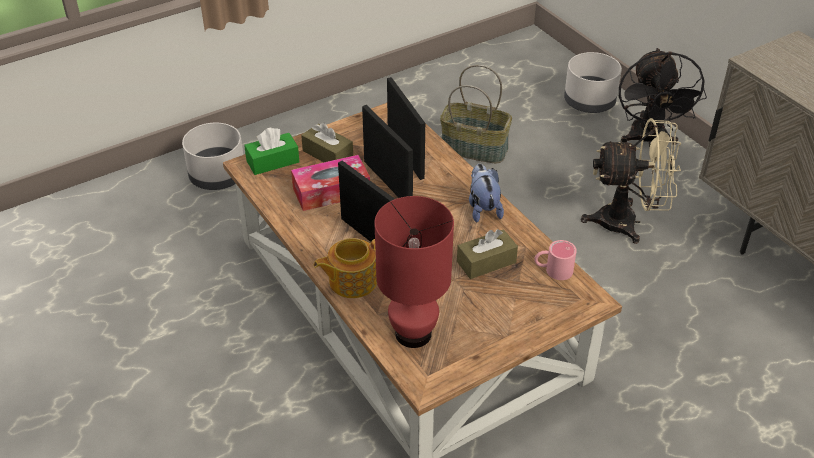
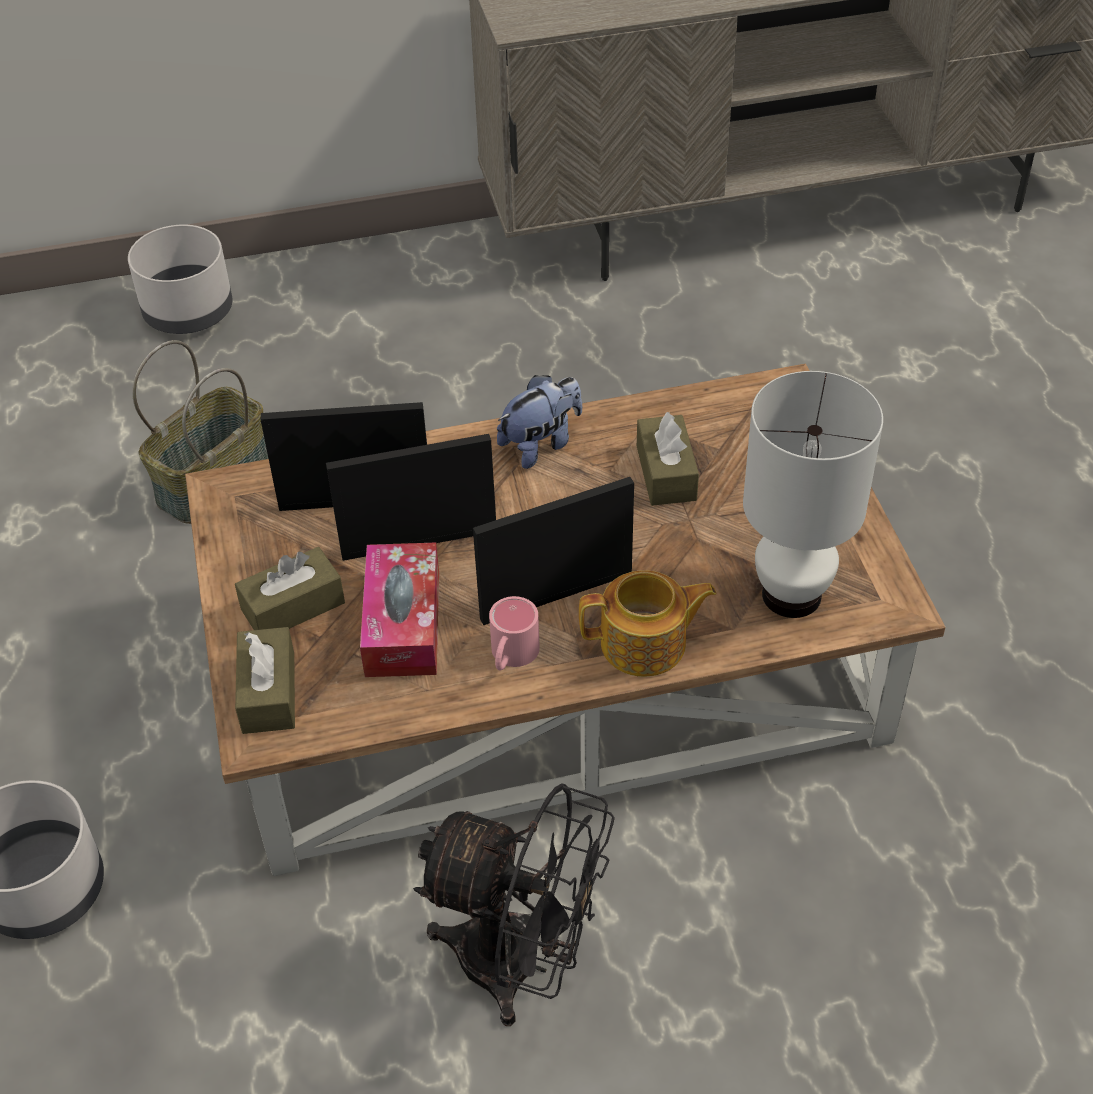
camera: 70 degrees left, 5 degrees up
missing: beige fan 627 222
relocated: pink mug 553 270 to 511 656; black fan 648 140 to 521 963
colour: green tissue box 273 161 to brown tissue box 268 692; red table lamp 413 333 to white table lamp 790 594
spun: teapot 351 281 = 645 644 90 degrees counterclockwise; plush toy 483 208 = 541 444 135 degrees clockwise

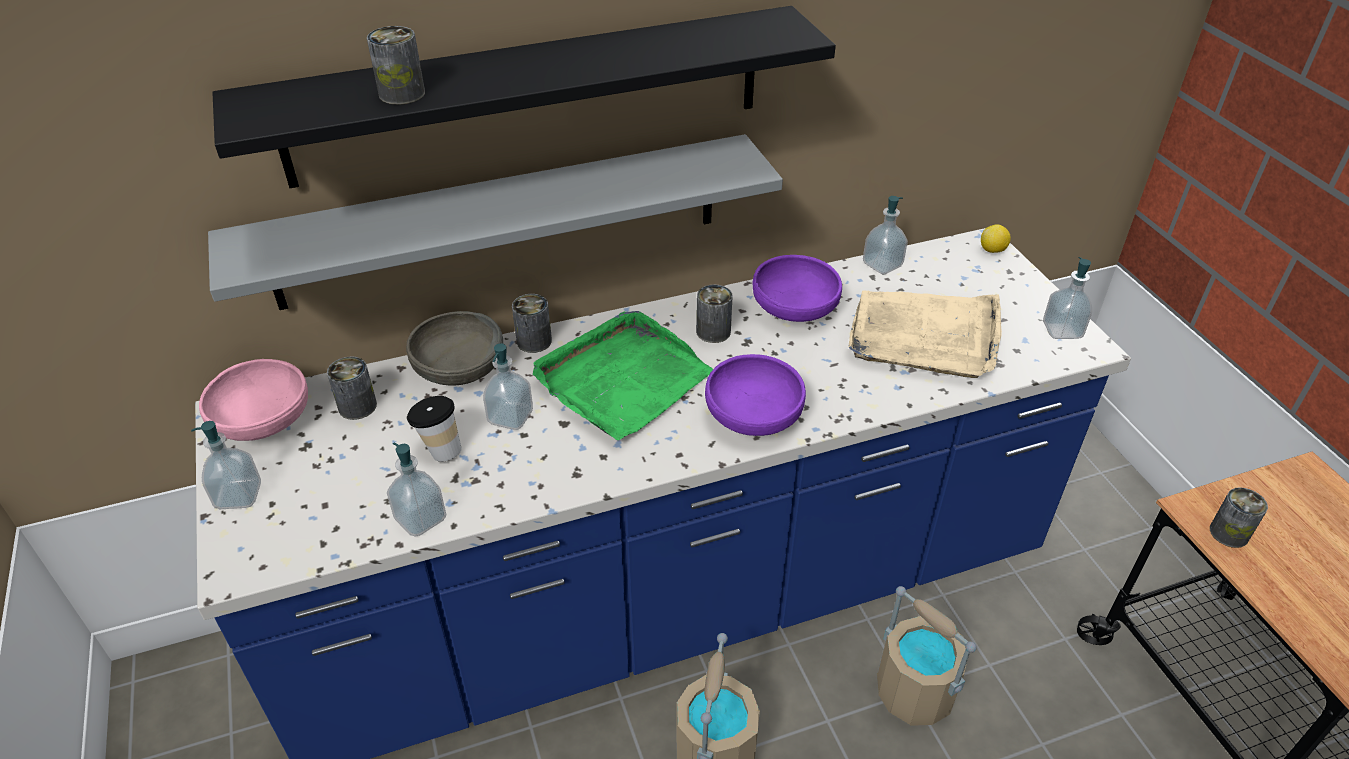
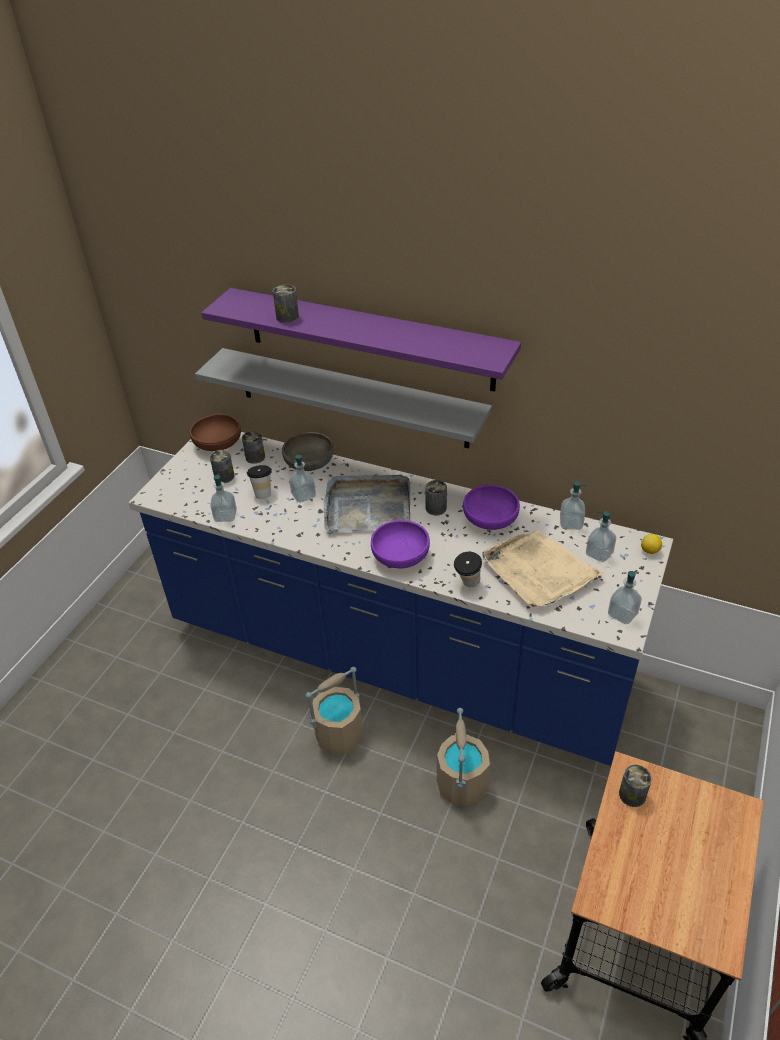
camera: 45 degrees right, 0 degrees up
appeared: cup 467 584
relocated: soap dispenser 238 496 to 599 554; can 534 341 to 224 476
colour: pink bowl 264 421 to brown bowl 218 444; black shelf 528 96 to purple shelf 368 339; green tray 622 379 to grey tray 367 506

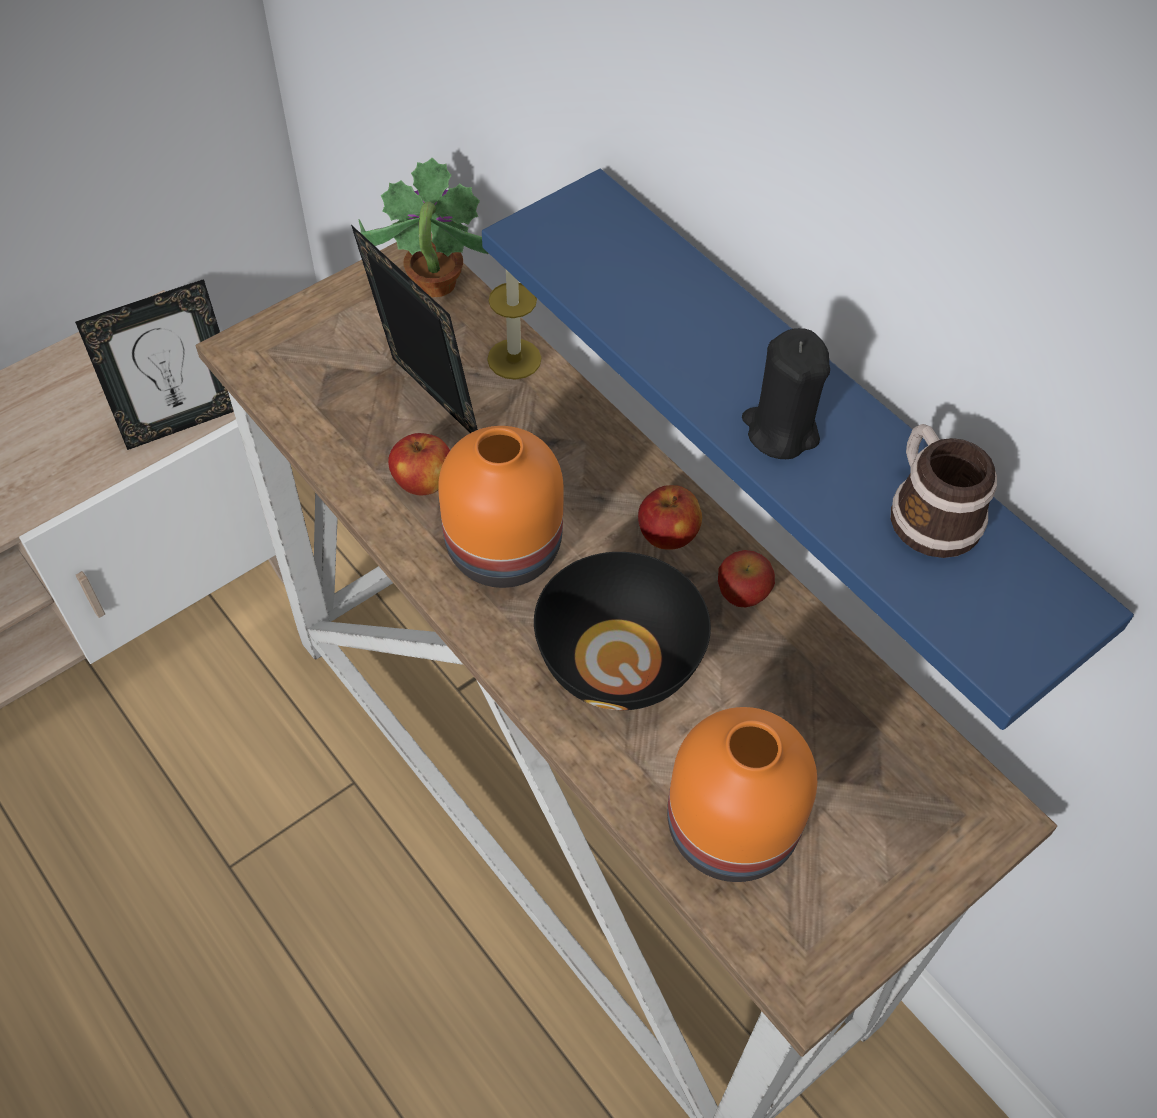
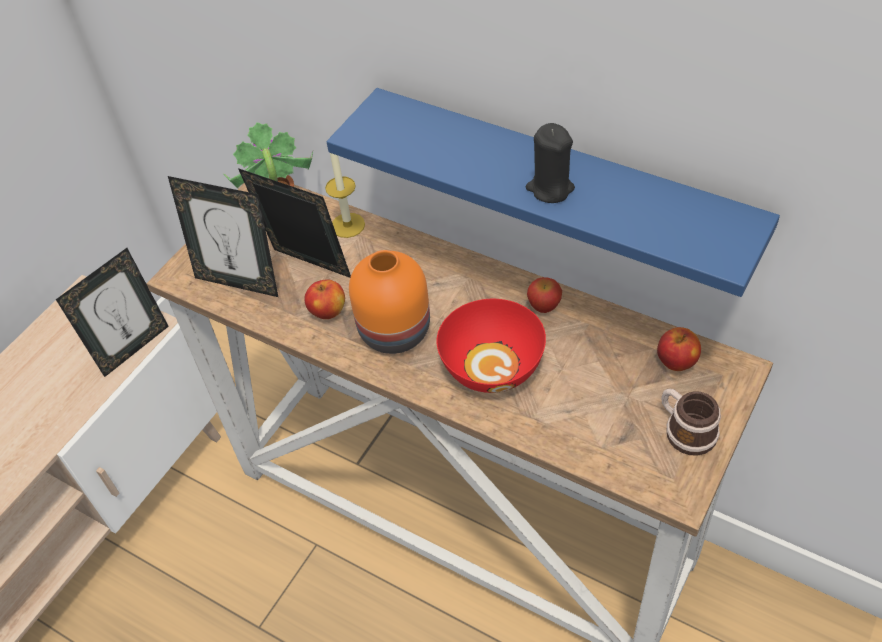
camera: 15 degrees left, 5 degrees down
missing: orange vase 729 825
appeared: picture frame 239 281
relocated: apple 667 535 to 676 361; mug 928 511 to 685 430
colour: black bowl 620 659 to red bowl 492 365

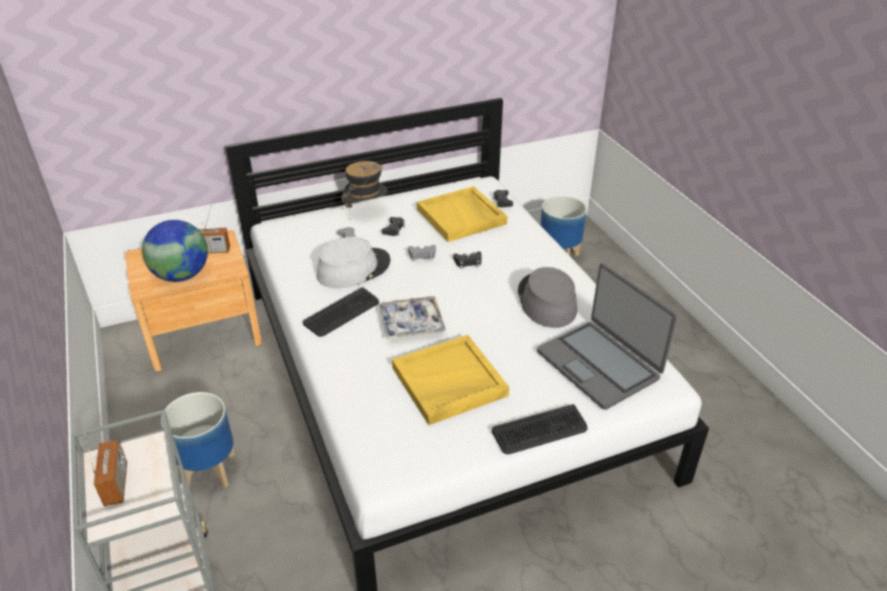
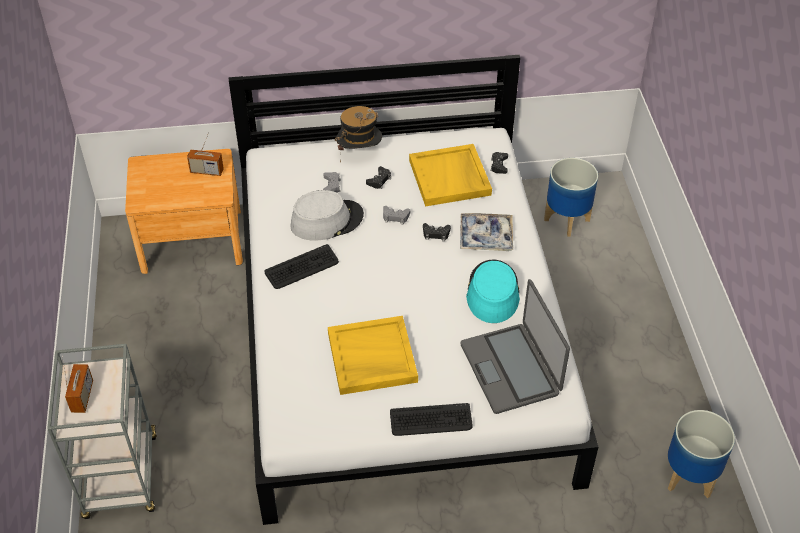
camera: 15 degrees right, 10 degrees up
missing: globe 181 275
relocated: planter 209 471 to 689 477; tray 411 323 to 485 237
colour: grey hat 546 301 to turquoise hat 492 292

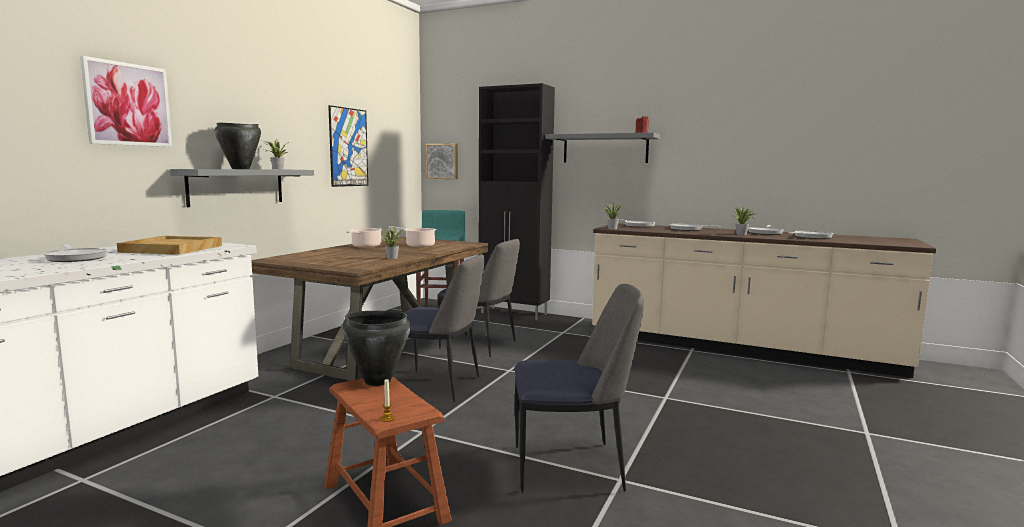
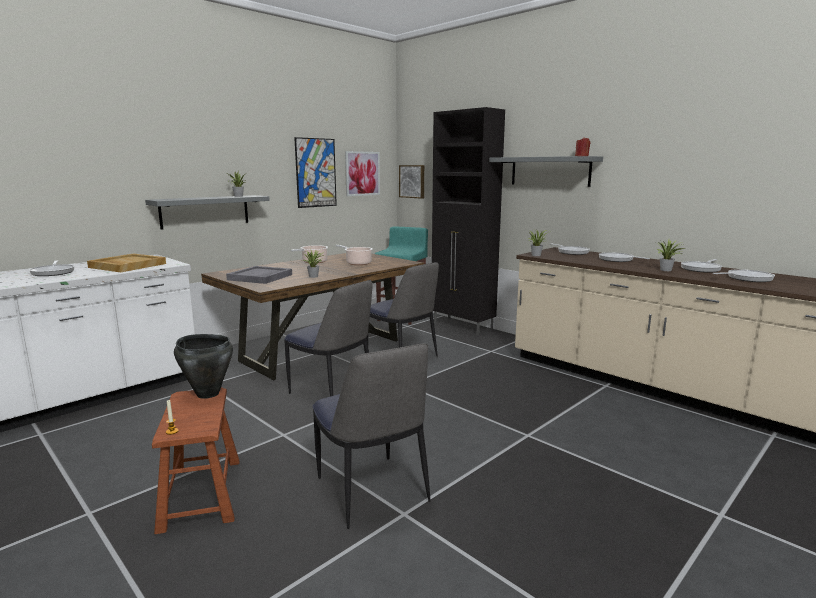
camera: 20 degrees right, 5 degrees up
missing: black cooking pot 241 169
appeared: grey tray 260 277
relocated: picture 128 104 to 362 173
spun: chair 571 467 = 372 492 45 degrees clockwise

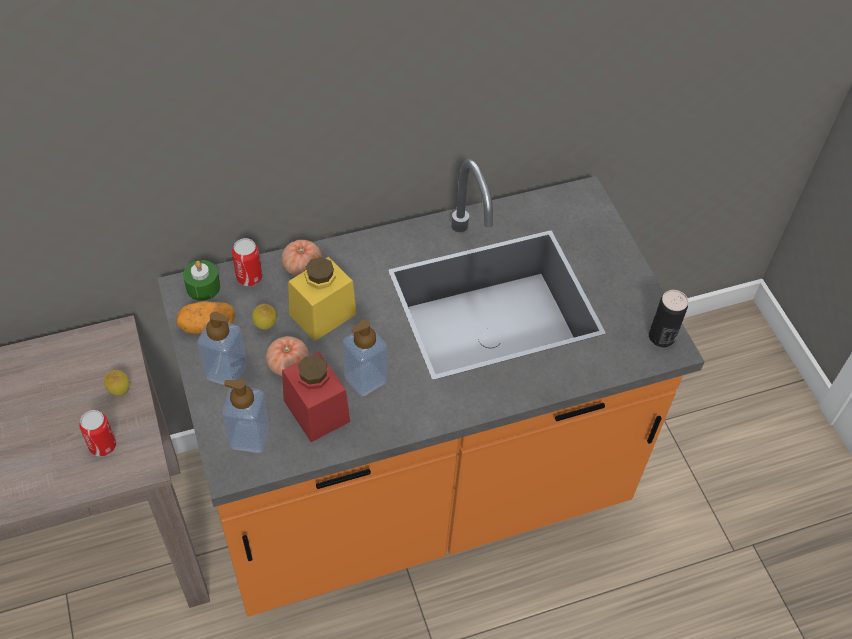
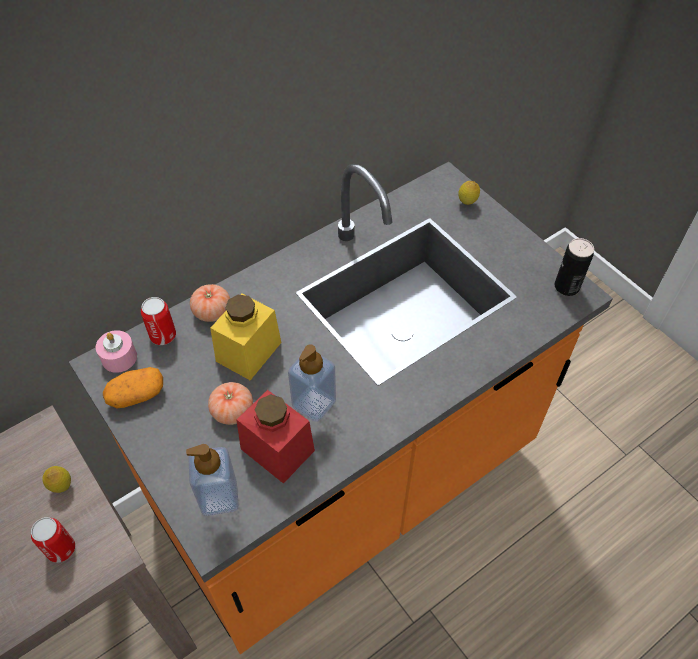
camera: 15 degrees left, 0 degrees up
missing: soap dispenser 226 371
relocated: lemon 266 327 to 467 203
colour: green candle 203 287 to pink candle 119 357

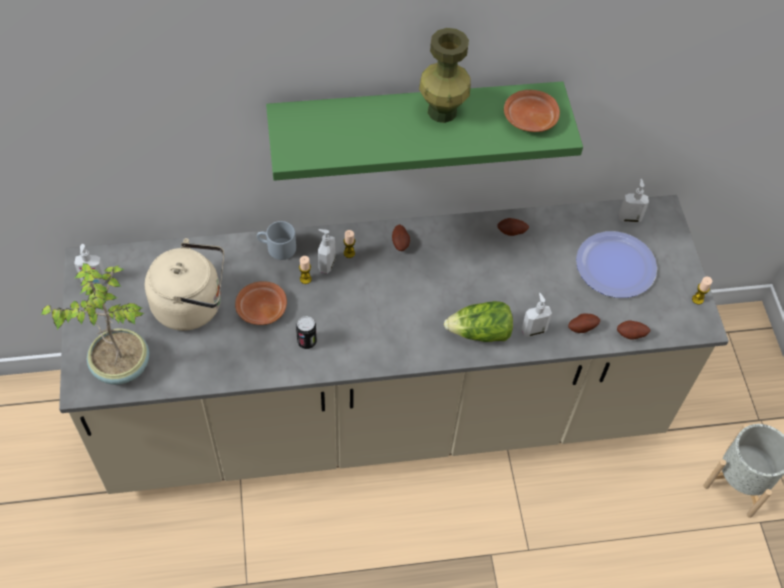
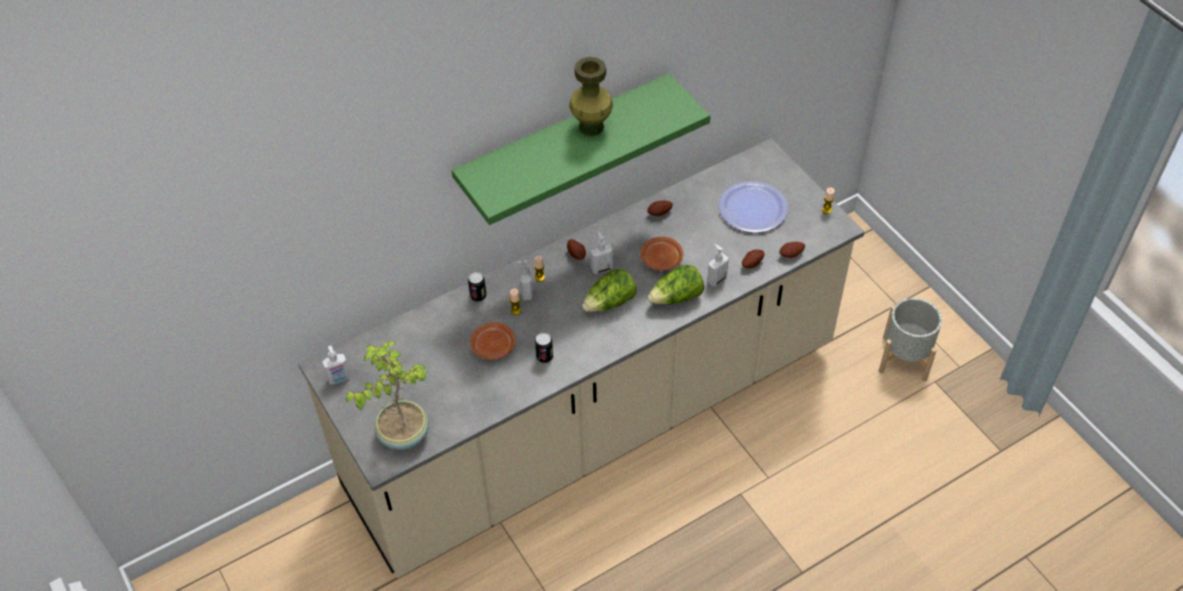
camera: 20 degrees left, 5 degrees down
missing: beige kettle 192 305
appeared: lettuce 610 303
relocated: brown plate 529 119 to 661 259; soap dispenser 629 218 to 601 268
exchanged: grey mug 276 248 to can 478 296

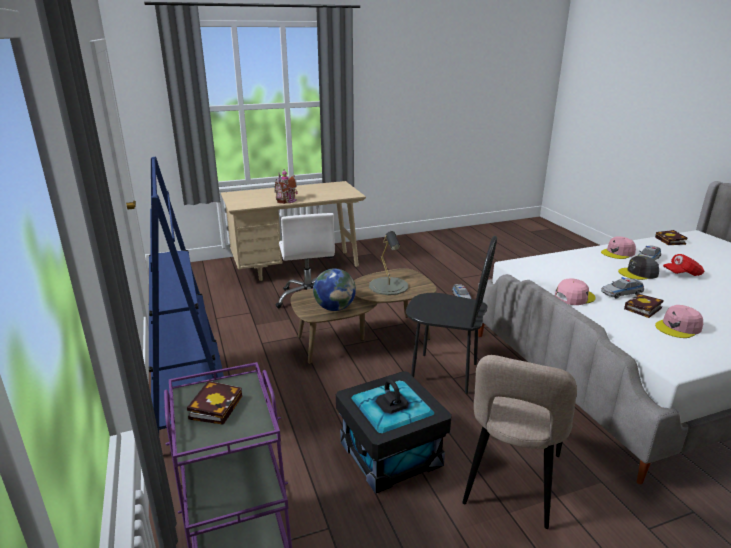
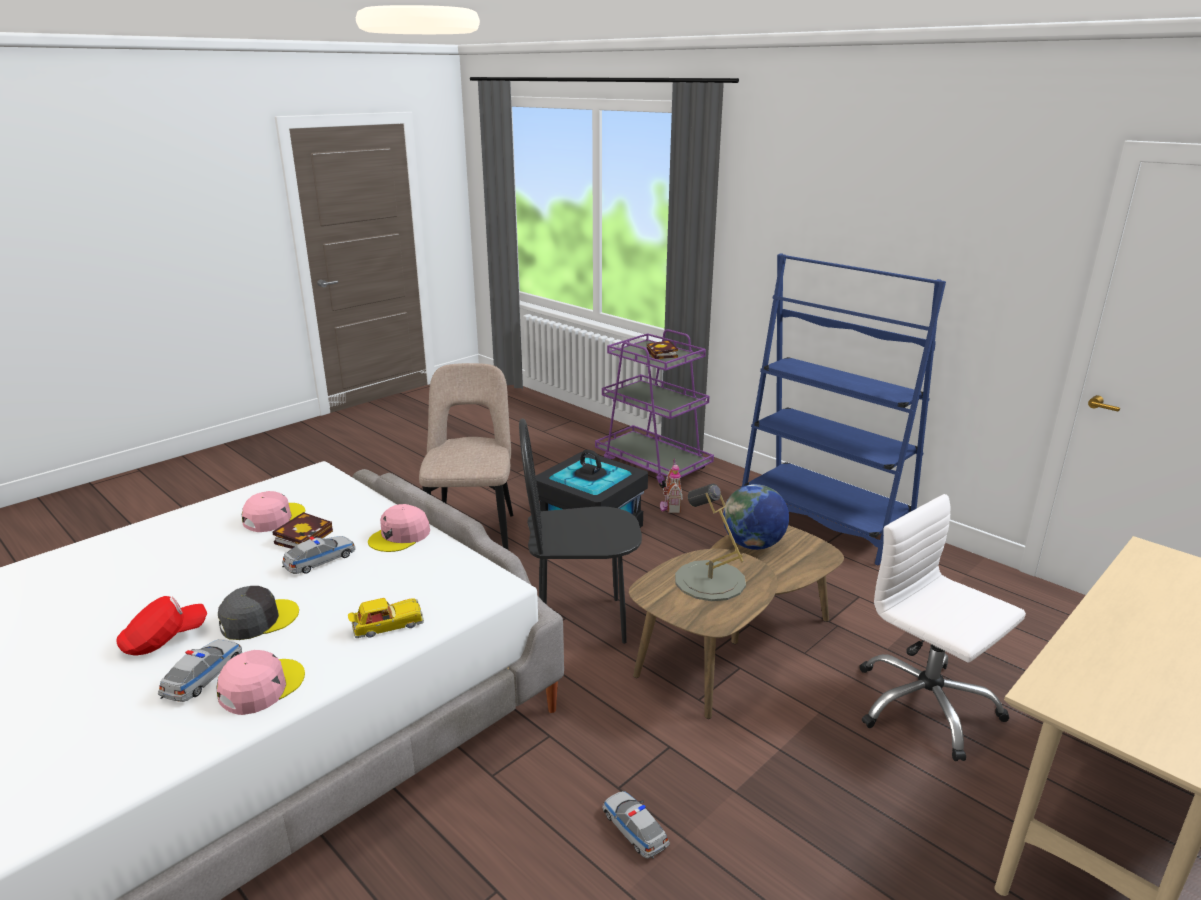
camera: 155 degrees right, 0 degrees up
missing: book 671 241
appeared: toy car 386 626
relocated: toy house 288 201 to 670 506

